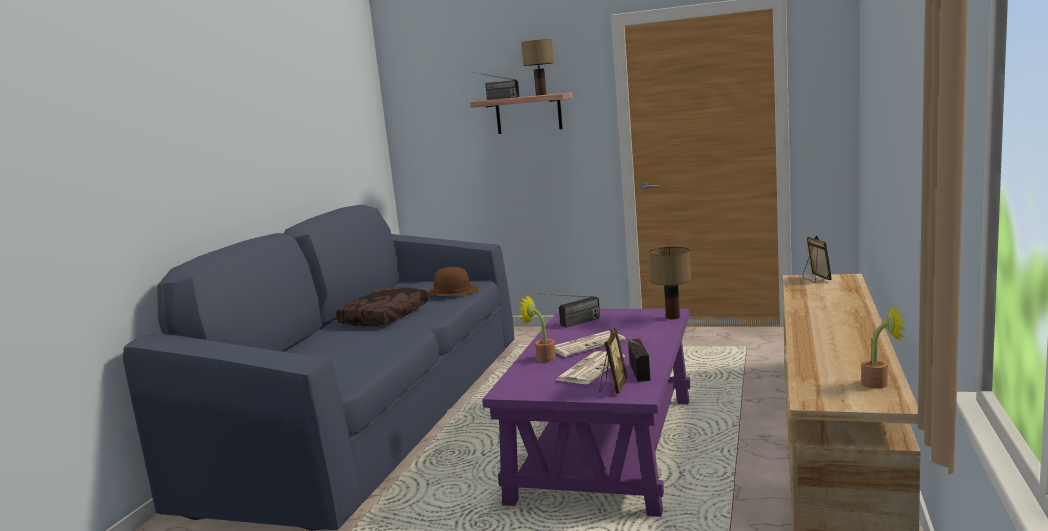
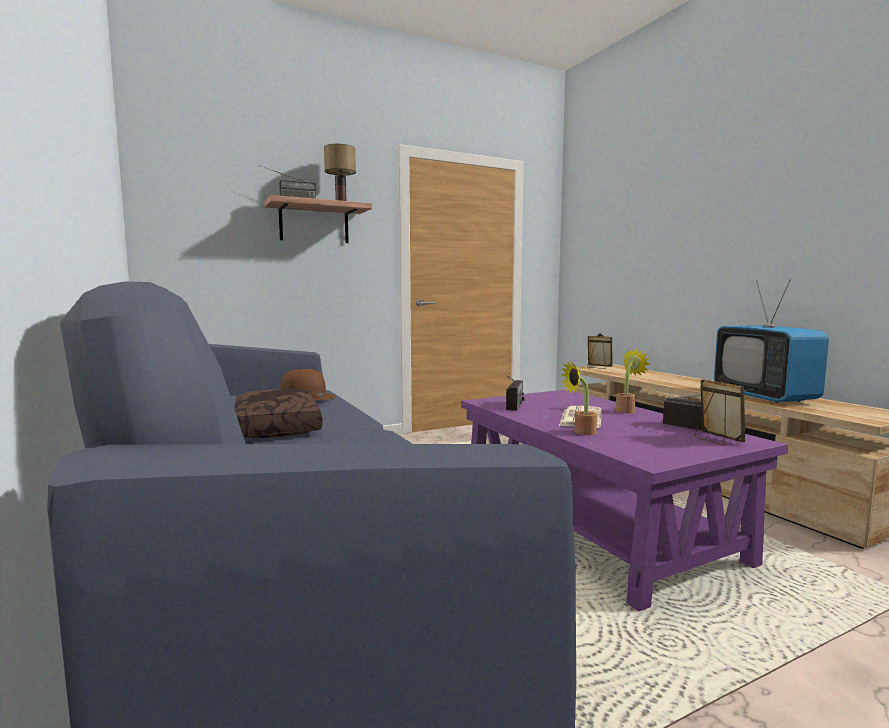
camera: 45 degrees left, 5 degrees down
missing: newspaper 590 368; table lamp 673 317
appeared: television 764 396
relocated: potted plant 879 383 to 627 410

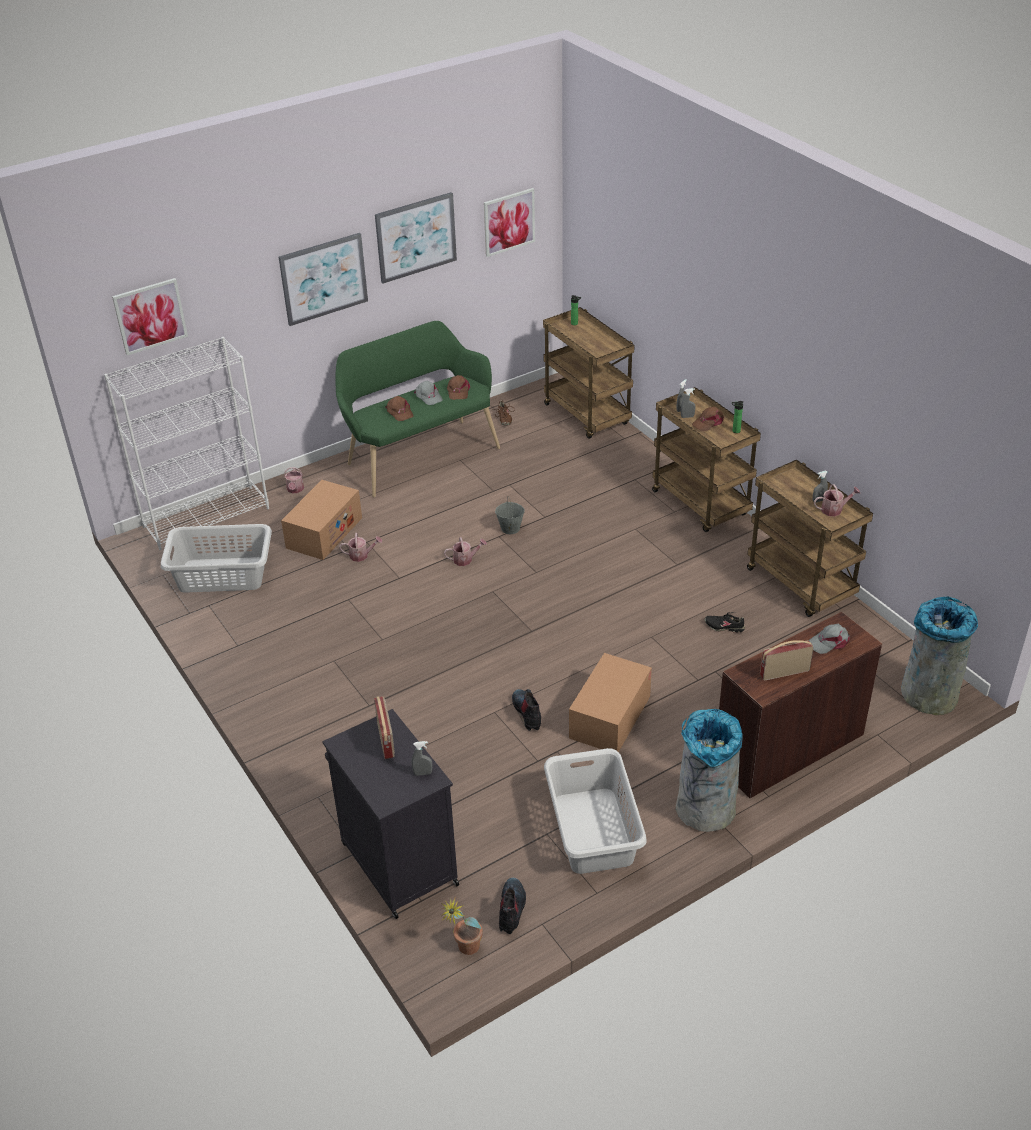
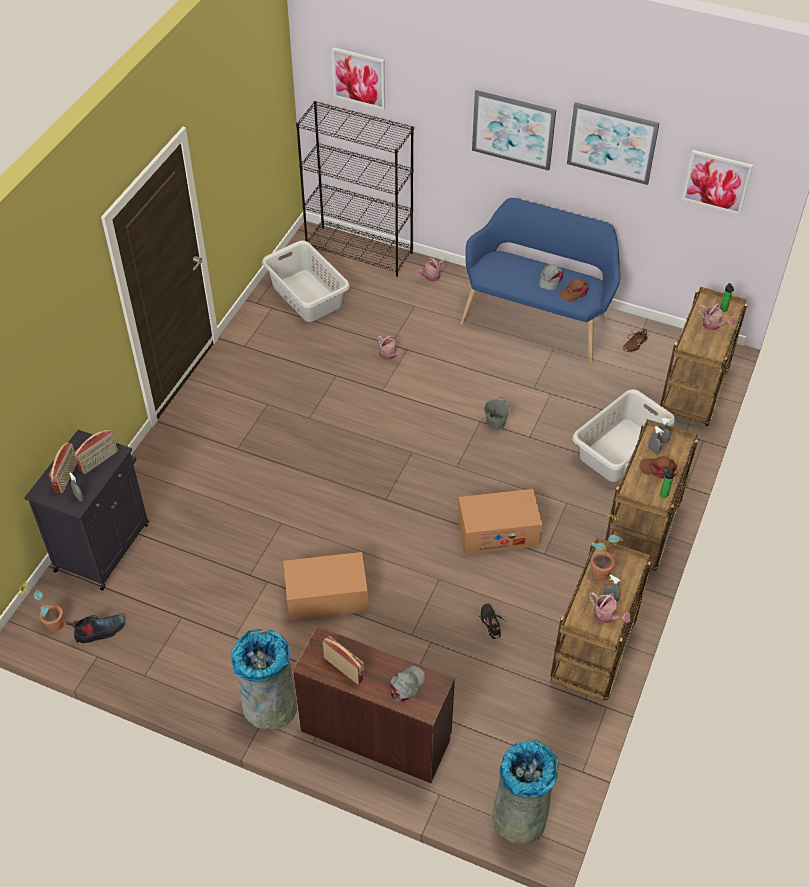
camera: 55 degrees right, 10 degrees up
missing: brown cap 399 412; boot 528 713
appeared: radio 67 477; potted plant 602 568
relocated: cardboard box 324 533 to 498 532; watering can 465 559 to 713 325; grey laundry basket 592 831 to 619 450
colour: white bookcase 207 517 to black bookcase 360 251; green bench 418 454 to blue bench 537 319
spun: grey cap 829 642 = 406 685 90 degrees clockwise

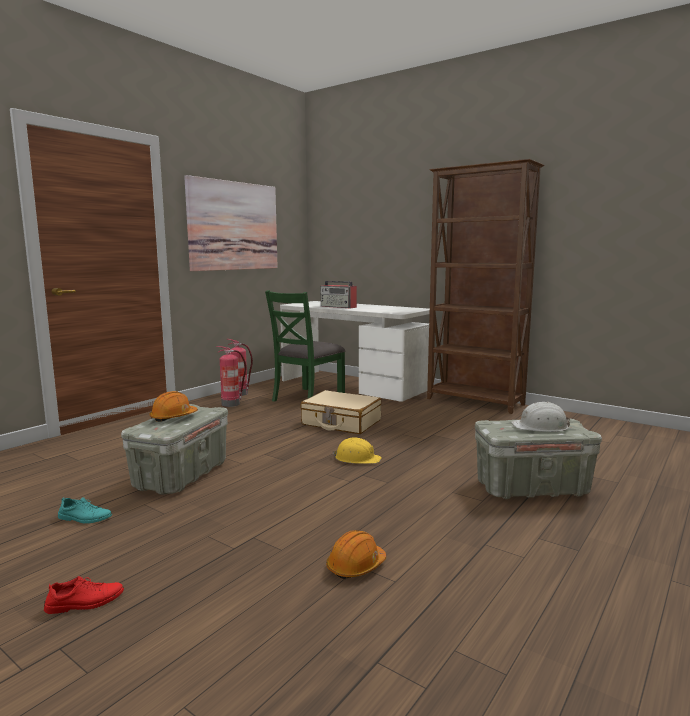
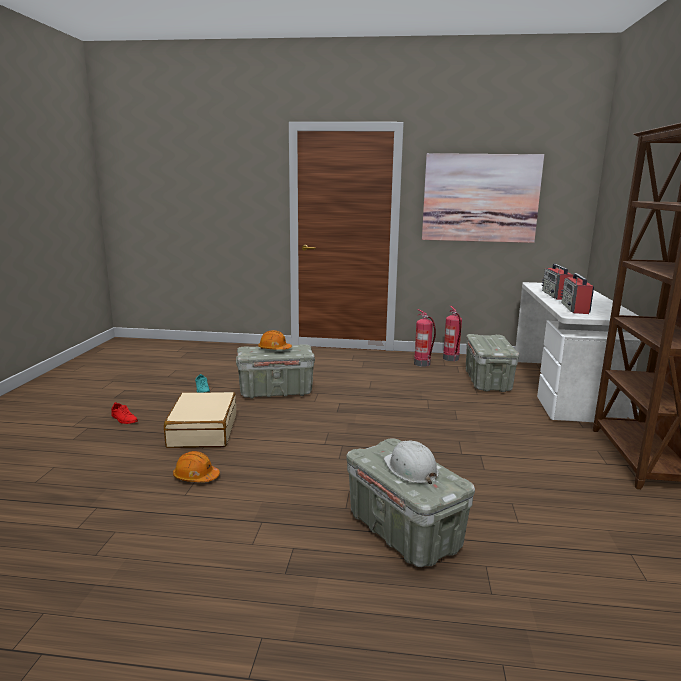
camera: 60 degrees right, 5 degrees up
missing: yellow hard hat 357 458
appeared: radio 575 308
relocated: beige suitcase 341 422 to 202 431
exchanged: green chair 307 397 to grey storage box 487 381

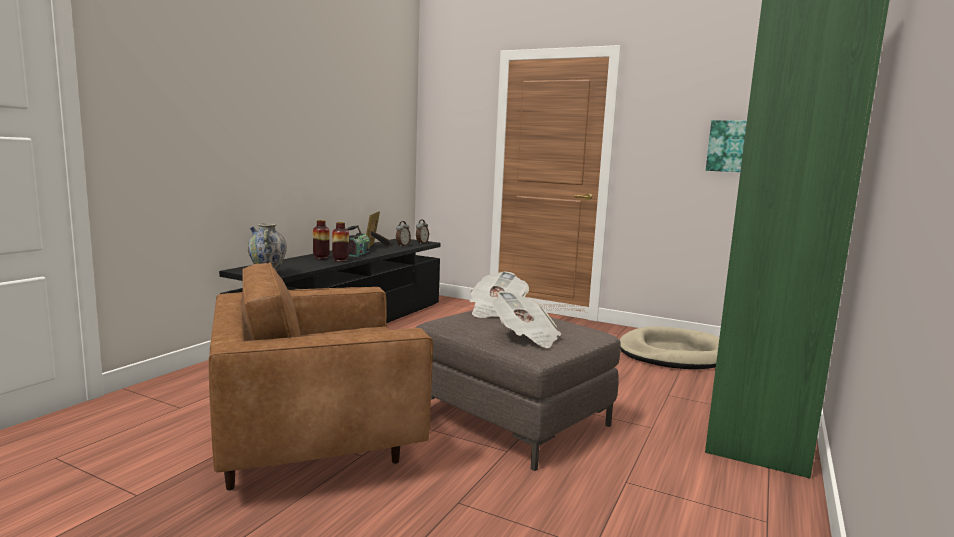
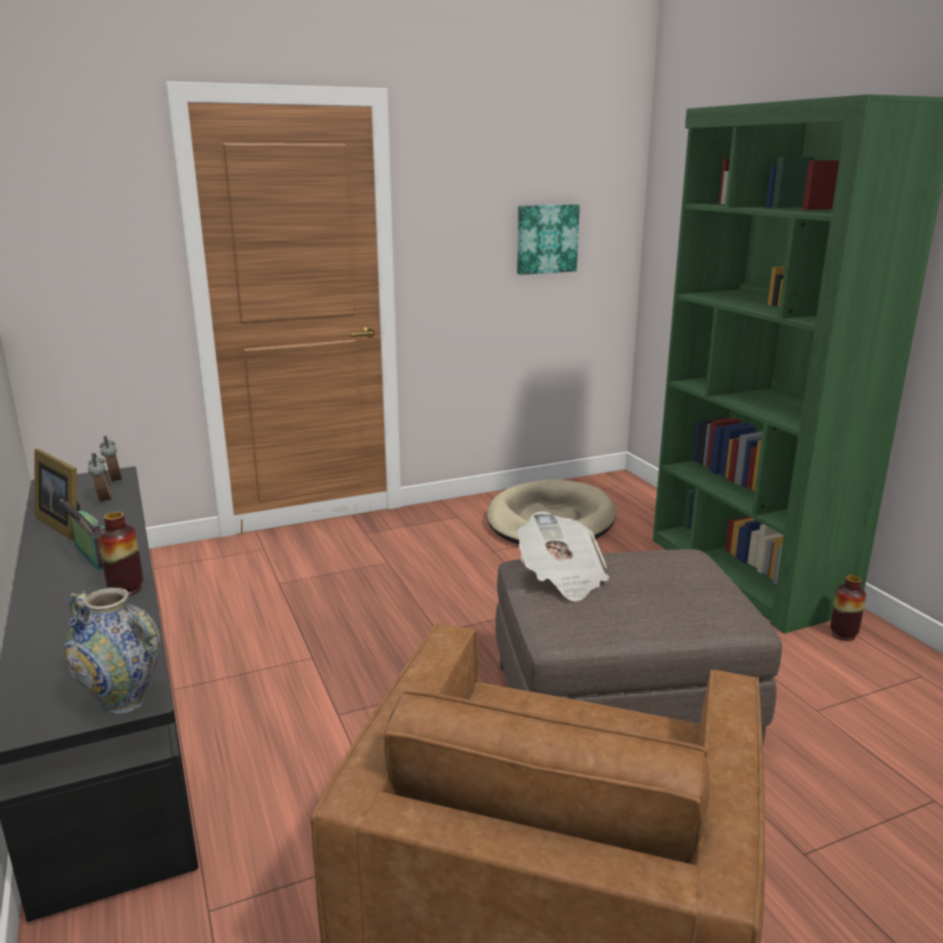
camera: 50 degrees left, 10 degrees up
missing: newspaper 526 337
relocated: vase 321 258 to 843 635

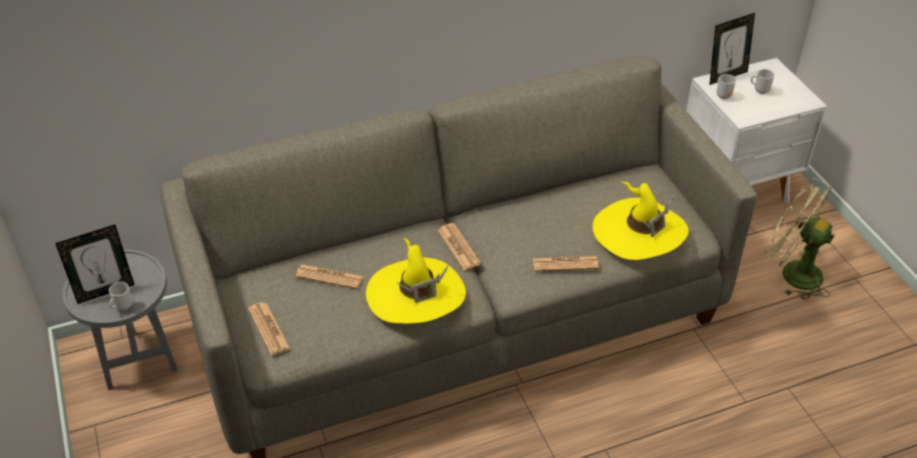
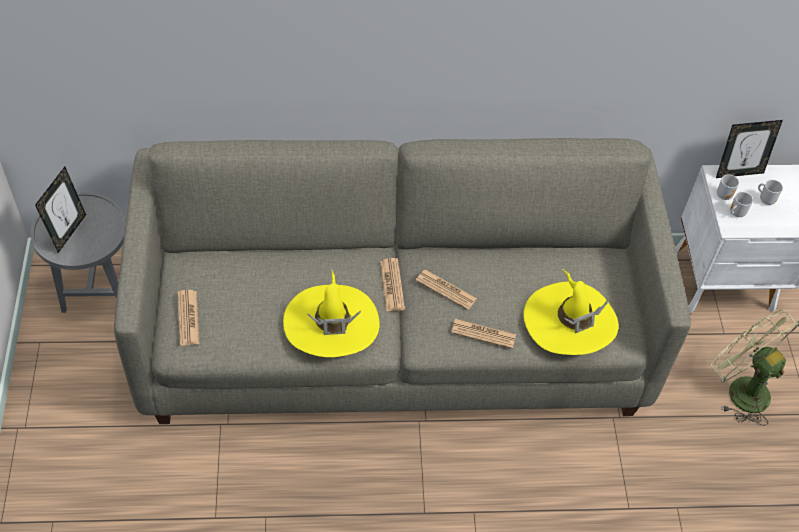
camera: 15 degrees right, 10 degrees up
relocated: mug 122 306 to 735 213; newspaper 329 277 to 446 290
spun: picture frame 105 291 = 68 232 60 degrees counterclockwise

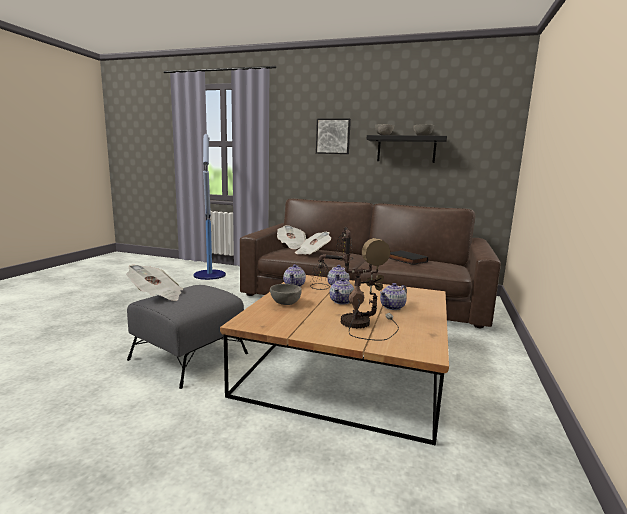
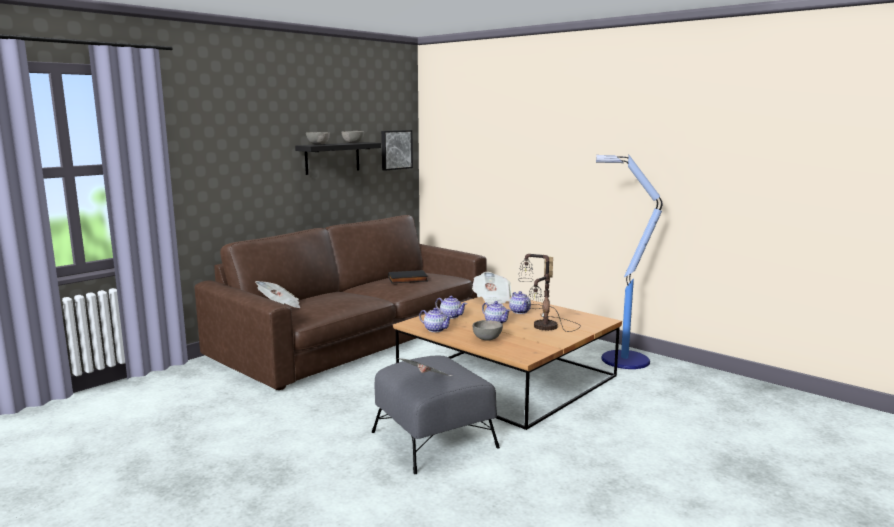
camera: 65 degrees left, 0 degrees up
relocated: floor lamp 209 274 to 623 360; newspaper 312 253 to 492 300; picture 333 136 to 395 149

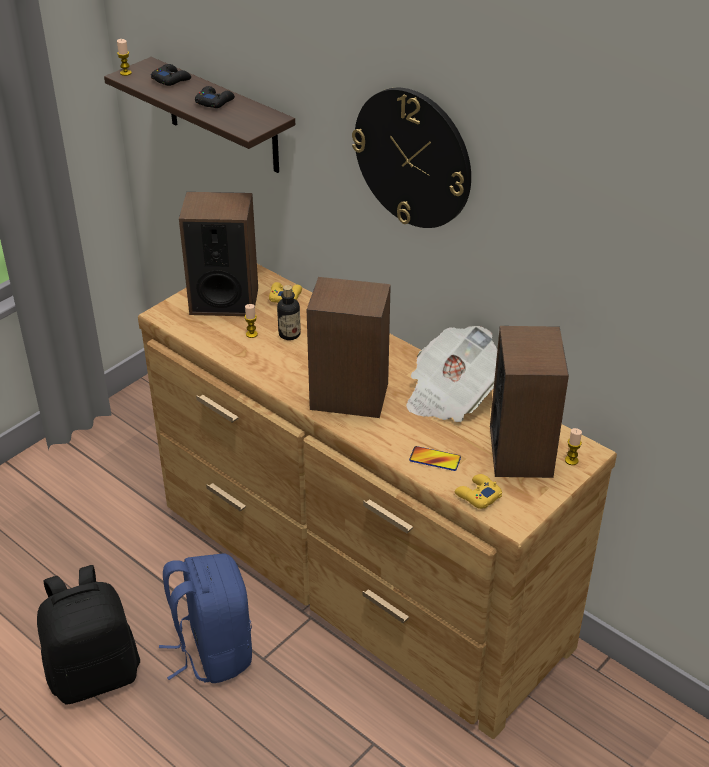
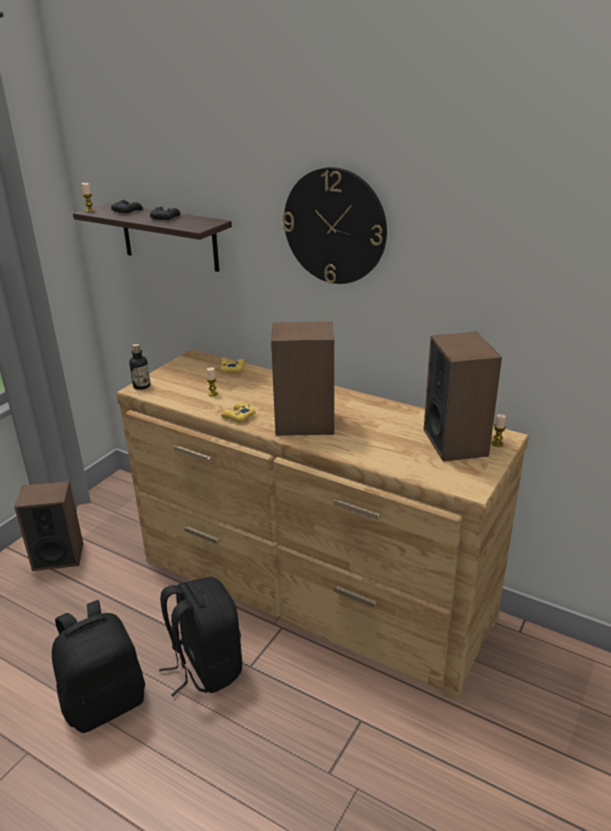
camera: 10 degrees left, 10 degrees down
missing: newspaper 450 395; phone 435 459
relocated: speaker 224 300 to 58 556; bottle 289 334 to 142 386; yellow game controller 477 495 to 238 416
colour: blue backpack 212 651 to black backpack 205 667

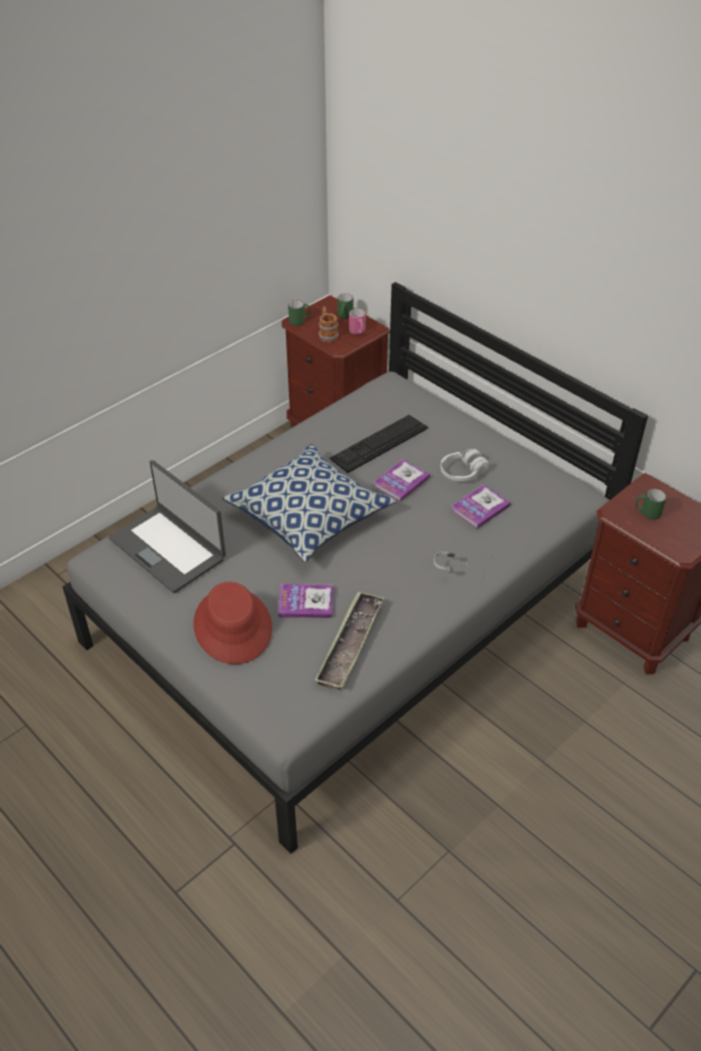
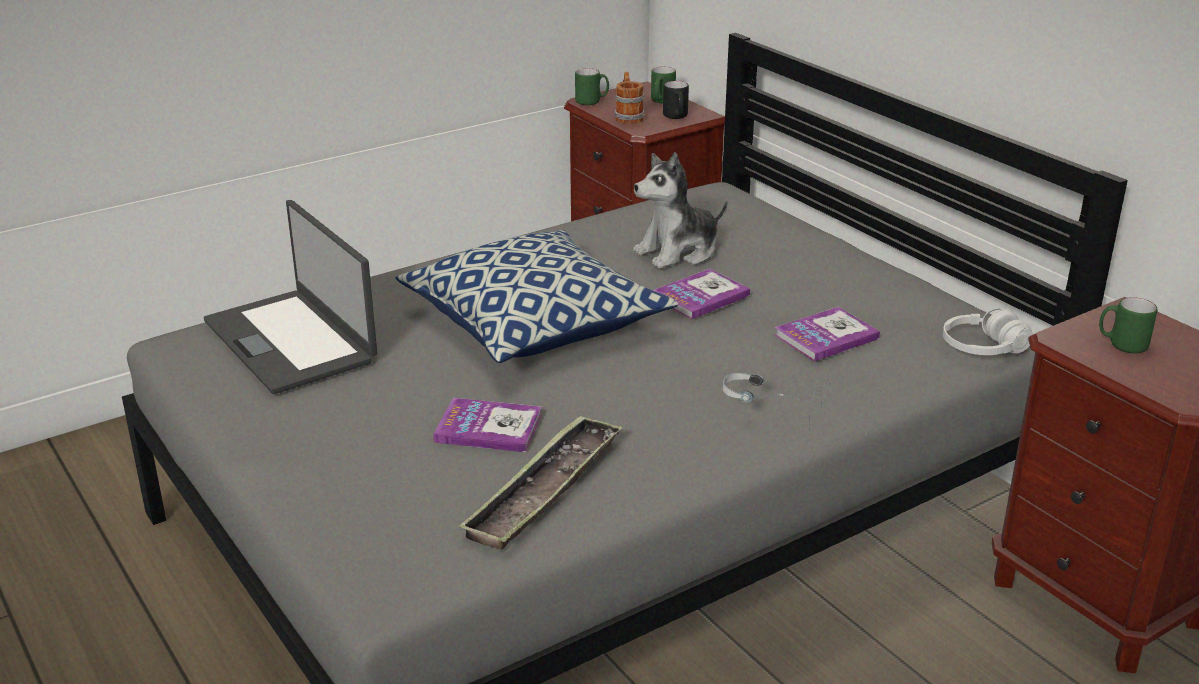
camera: 10 degrees right, 15 degrees down
missing: red hat 233 626
relocated: white headphones 462 472 to 983 348
exchanged: keyboard 379 443 to plush toy 678 252
colour: pink mug 358 332 to black mug 676 117

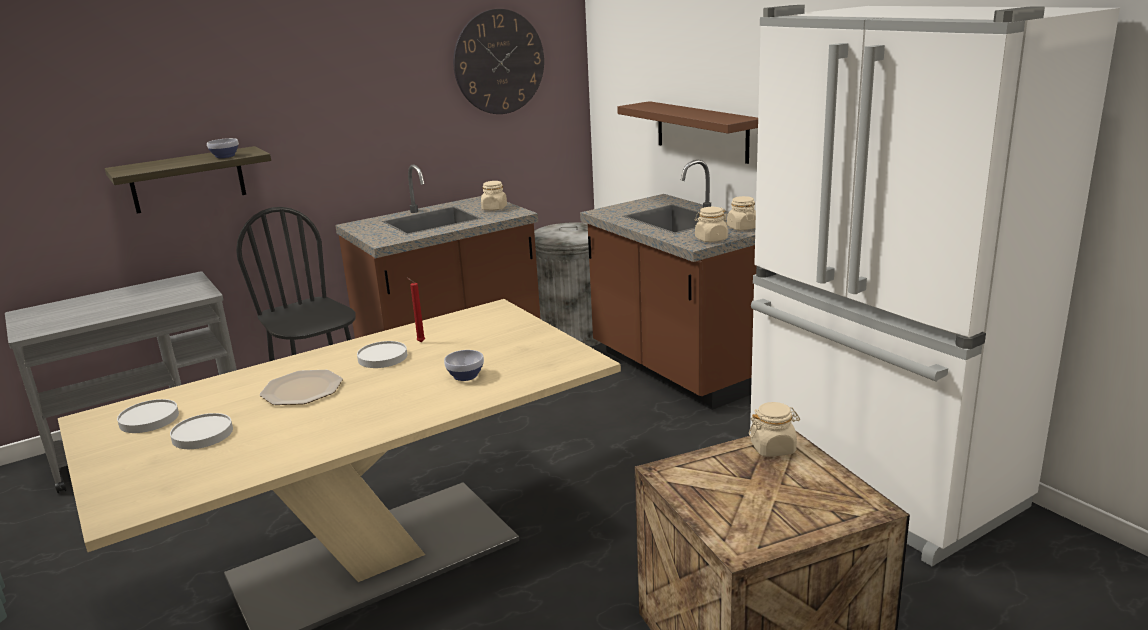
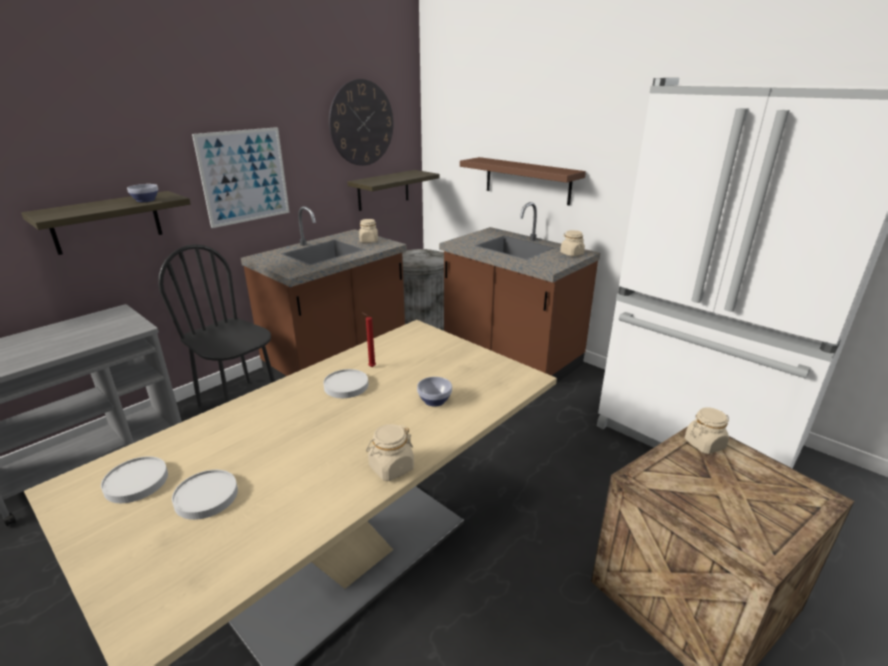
camera: 15 degrees left, 5 degrees up
missing: plate 302 390
appeared: picture 244 176; shelf 383 190
relocated: beige jar 711 239 to 391 468

